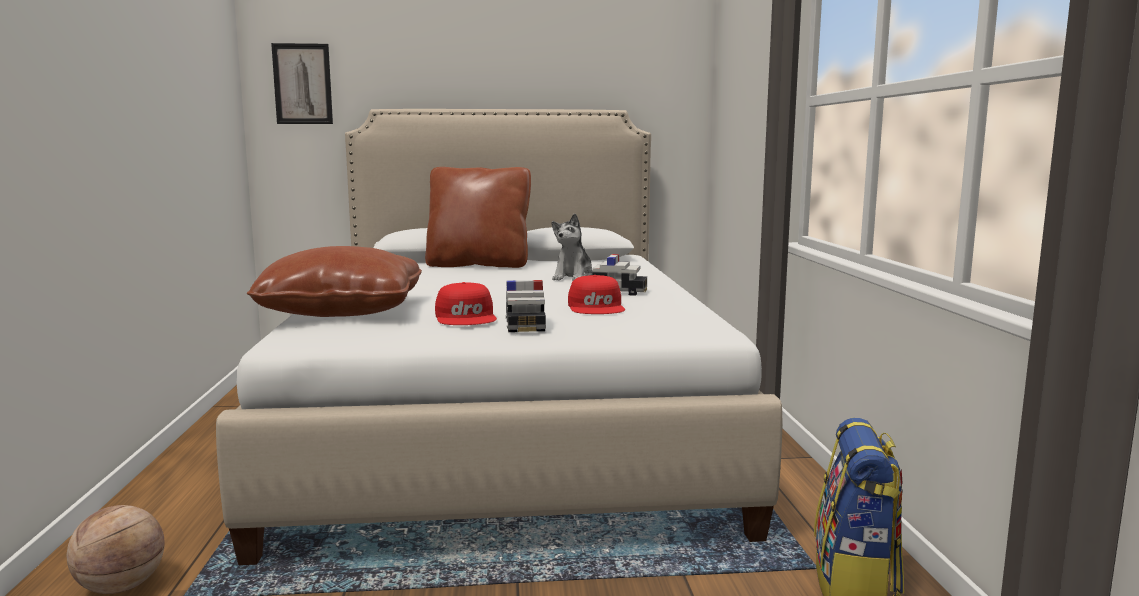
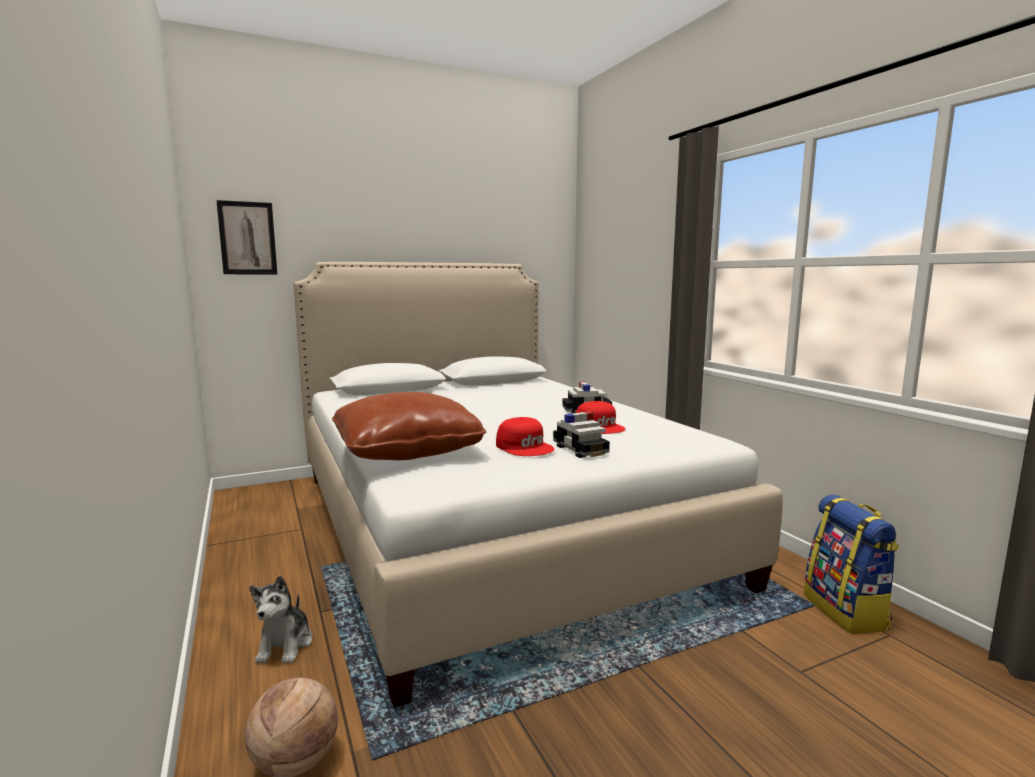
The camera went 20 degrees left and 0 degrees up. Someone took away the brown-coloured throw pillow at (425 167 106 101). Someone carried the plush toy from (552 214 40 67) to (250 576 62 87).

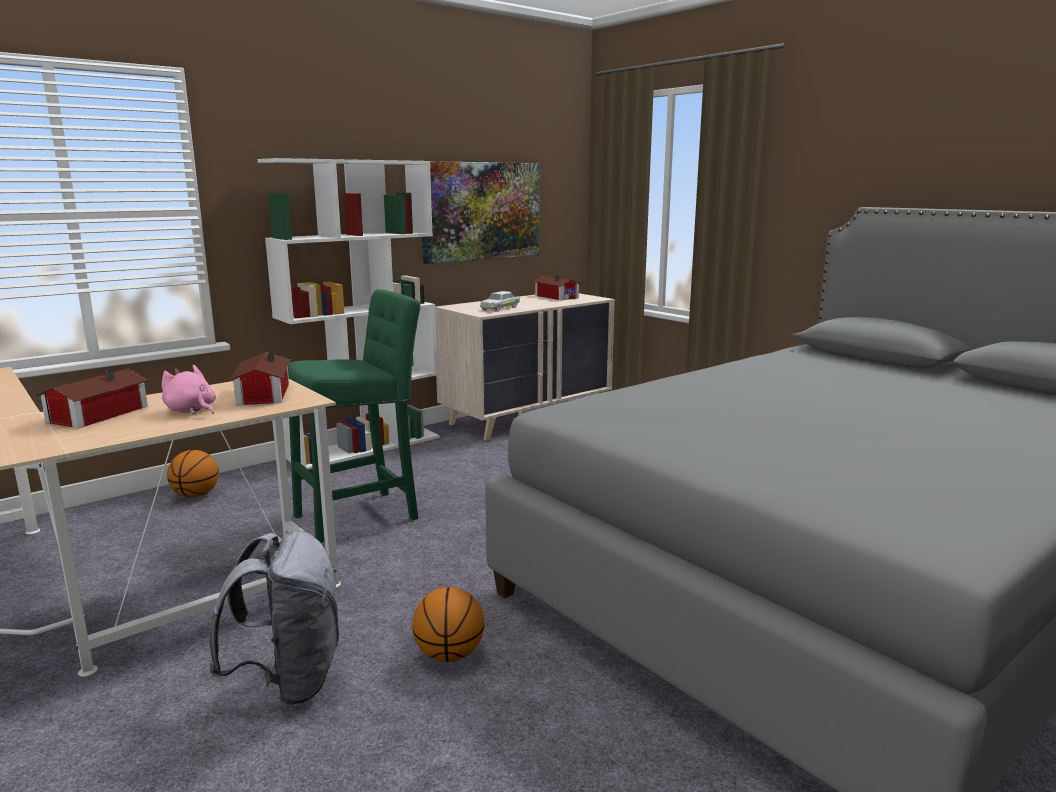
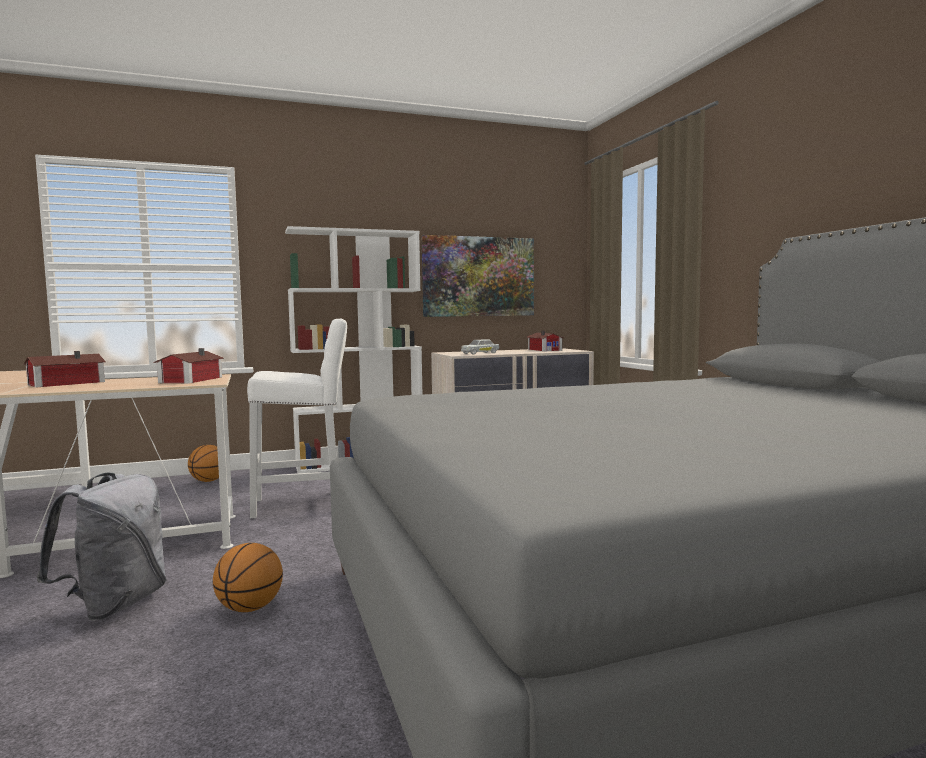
The camera went 20 degrees right and 10 degrees down. Someone took away the pink-coloured plush toy at (162 365 54 49). Someone repainted the green stool at (288 289 132 254), which became the white-coloured stool at (247 319 100 199).

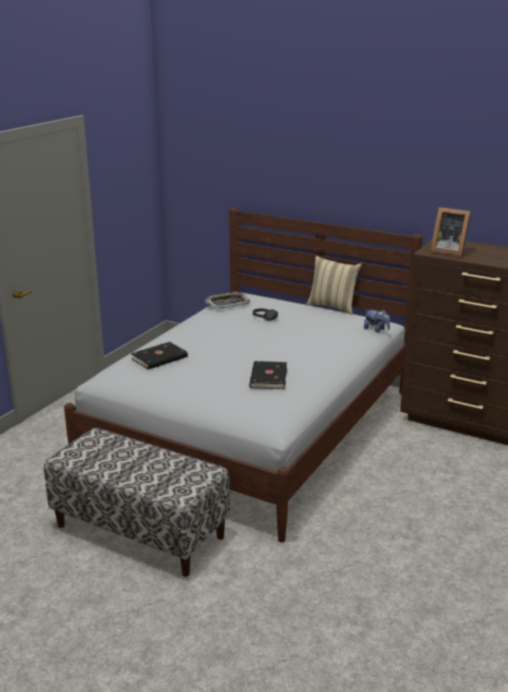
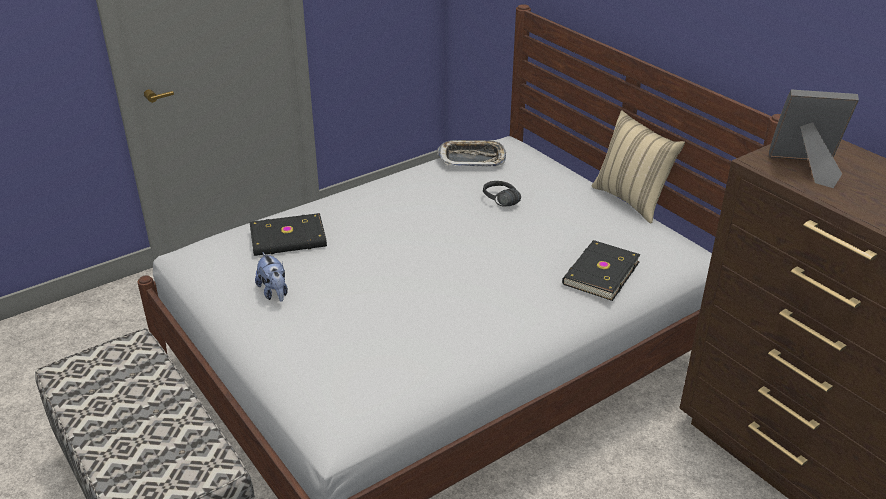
The camera went 25 degrees right and 10 degrees up. Someone carried the black-coloured bound book from (249 361 38 28) to (562 240 79 61). Someone carried the plush toy from (364 309 26 24) to (255 252 33 50). Someone rotated the standing frame at (431 207 40 49) by 135 degrees clockwise.

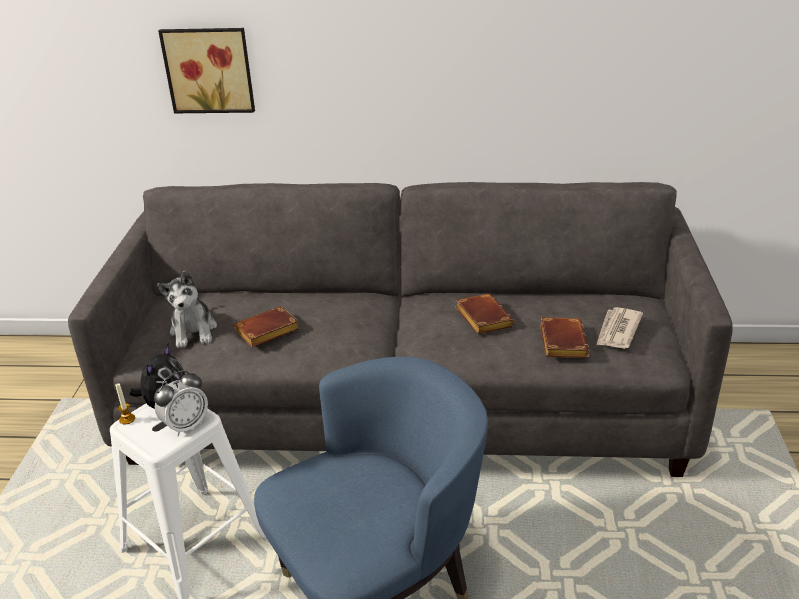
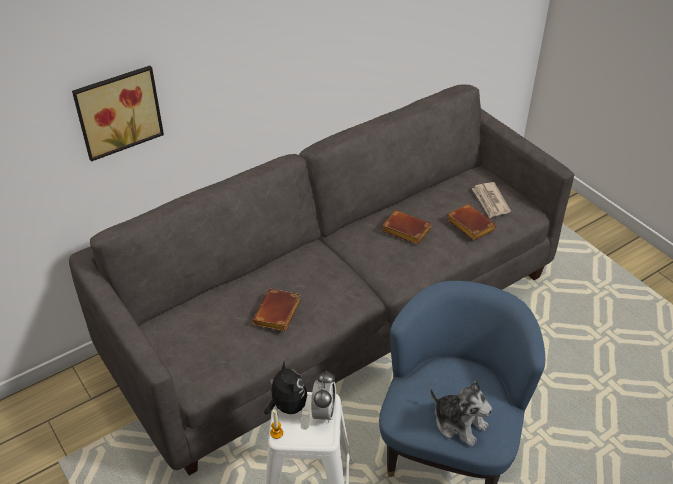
The camera went 40 degrees left and 10 degrees up. Someone carried the plush toy from (157 270 60 78) to (430 381 62 65).

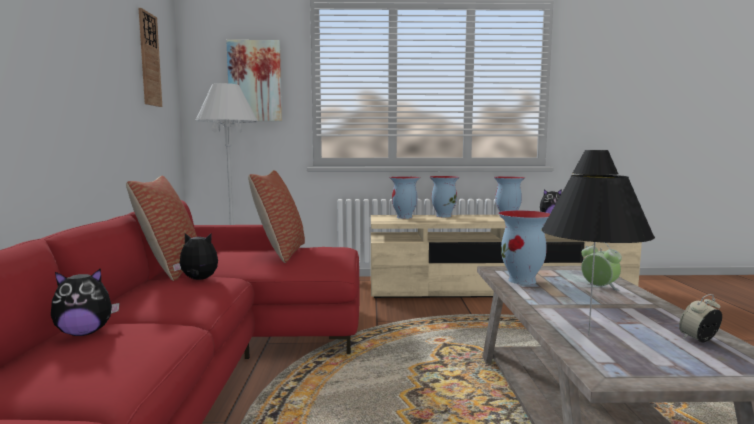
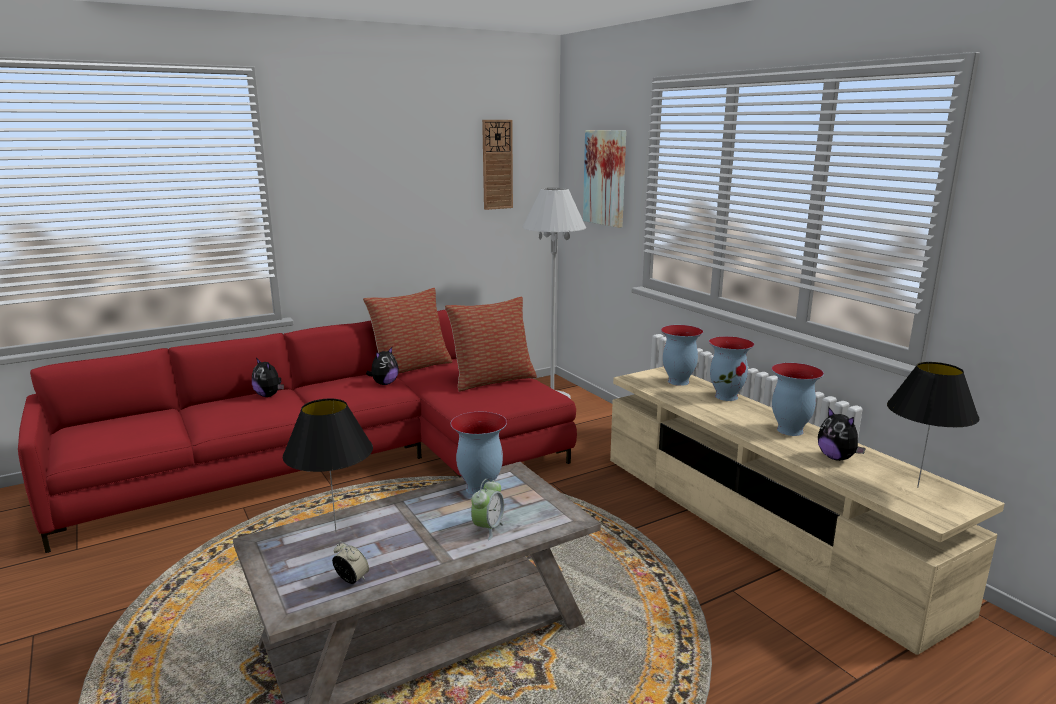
The camera went 60 degrees right and 10 degrees up. Someone rotated the plush toy at (173 233 45 47) by 60 degrees clockwise.

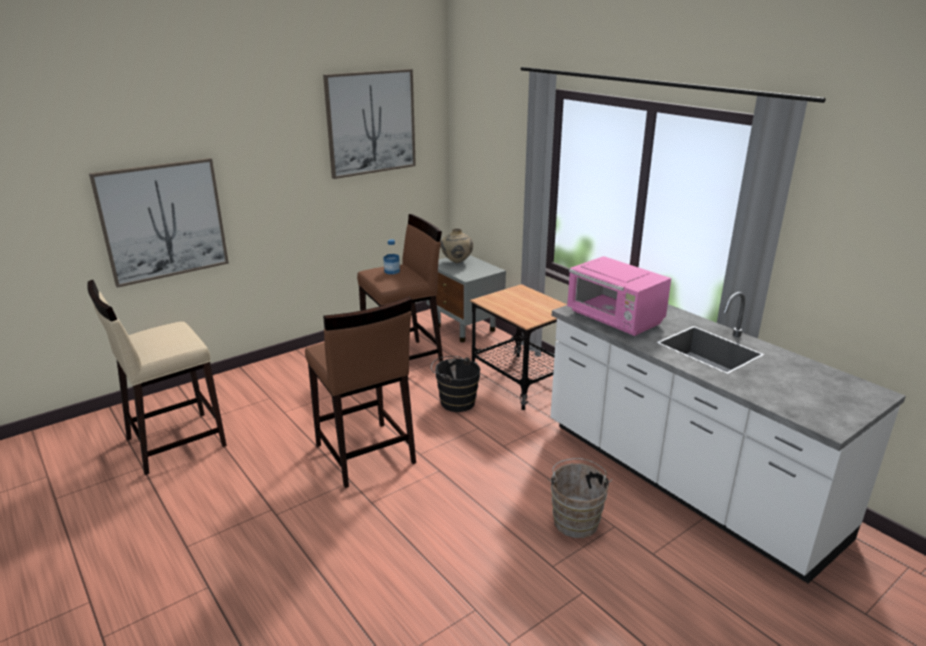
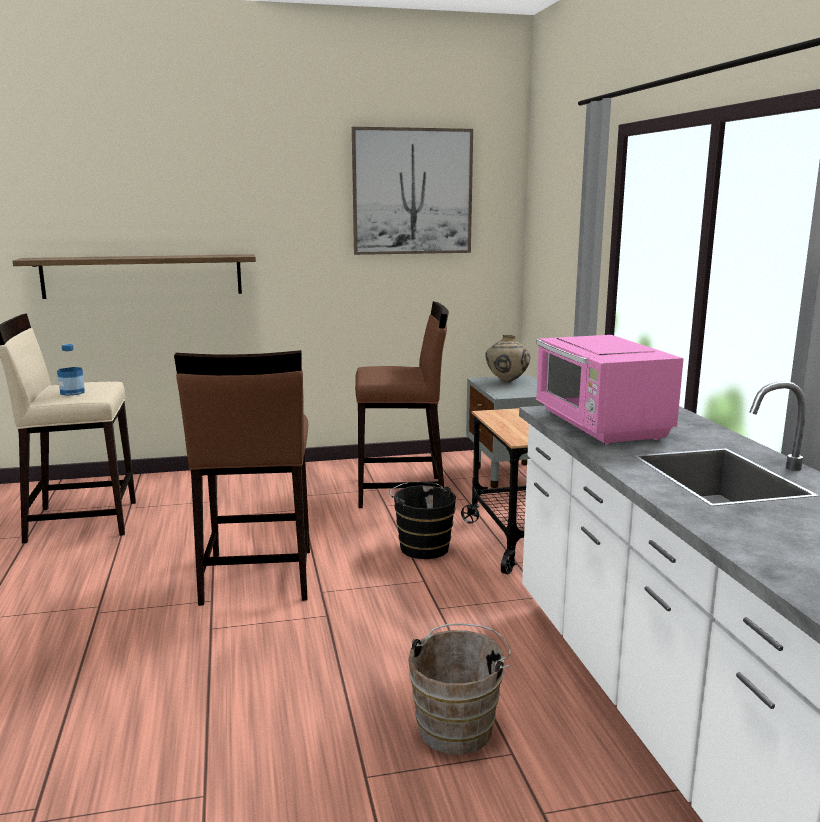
The camera went 25 degrees right and 10 degrees down. Someone swapped the wall art at (89 158 140 130) for the shelf at (13 254 243 45). Someone carried the beverage bottle from (383 239 17 35) to (57 344 28 52).

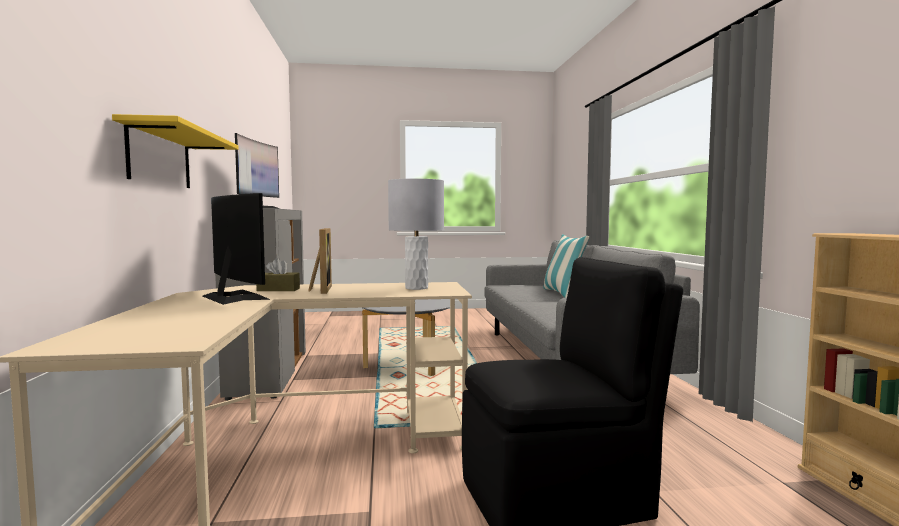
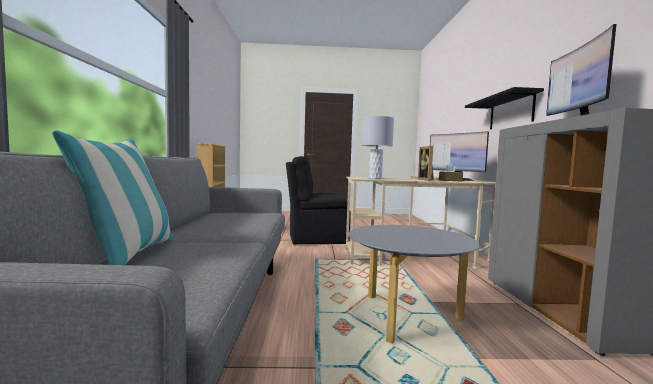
The camera went 175 degrees left and 0 degrees up. Someone repainted the yellowish shelf at (112 114 127 74), which became the black-coloured shelf at (465 87 79 42).

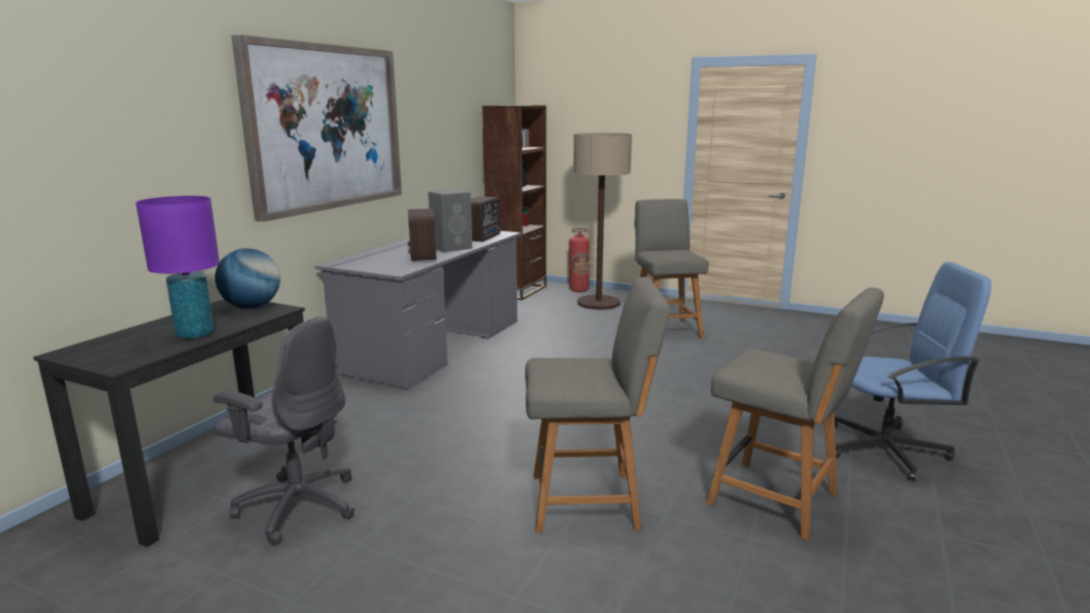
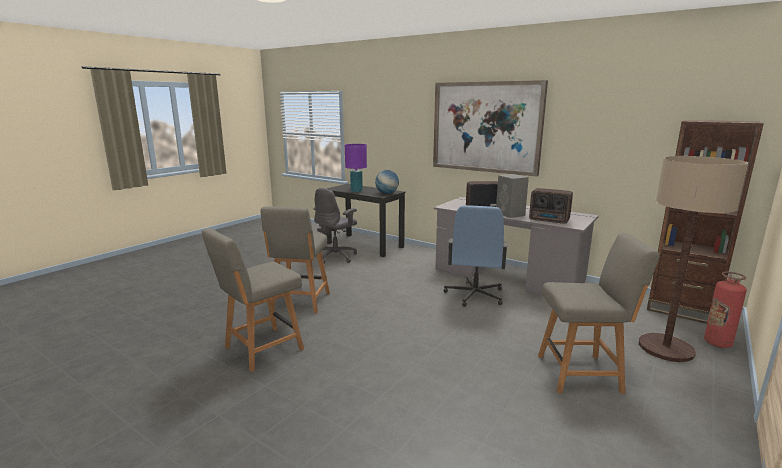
The camera went 100 degrees right and 0 degrees up. Someone carried the blue desk chair from (835 262 156 219) to (444 205 64 102).

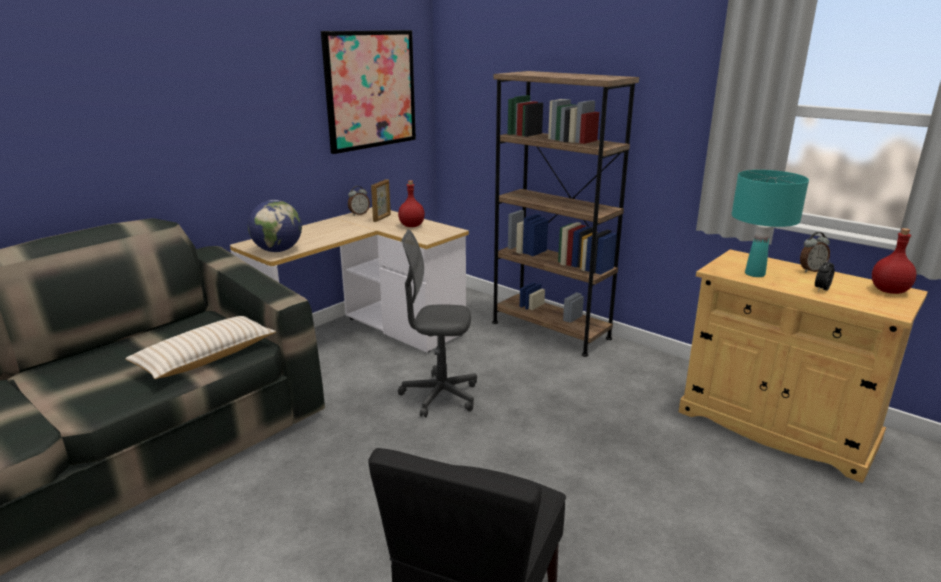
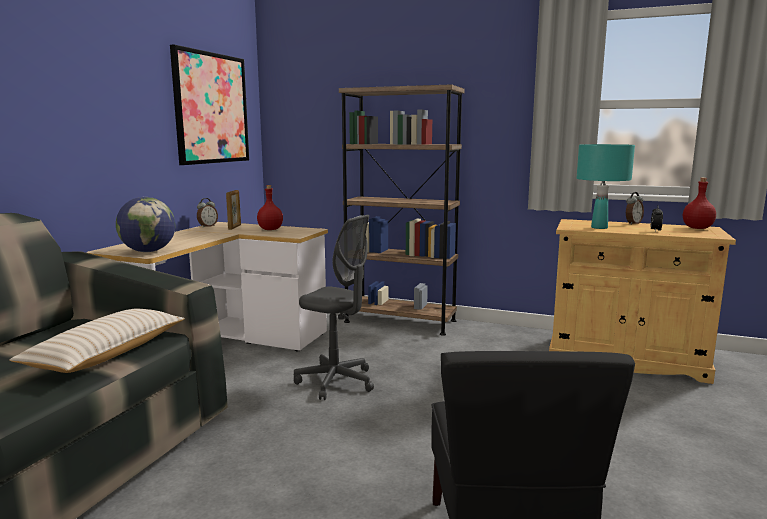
The camera went 20 degrees left and 10 degrees down. Someone rotated the greyish desk chair at (398 230 79 187) by 135 degrees counterclockwise.

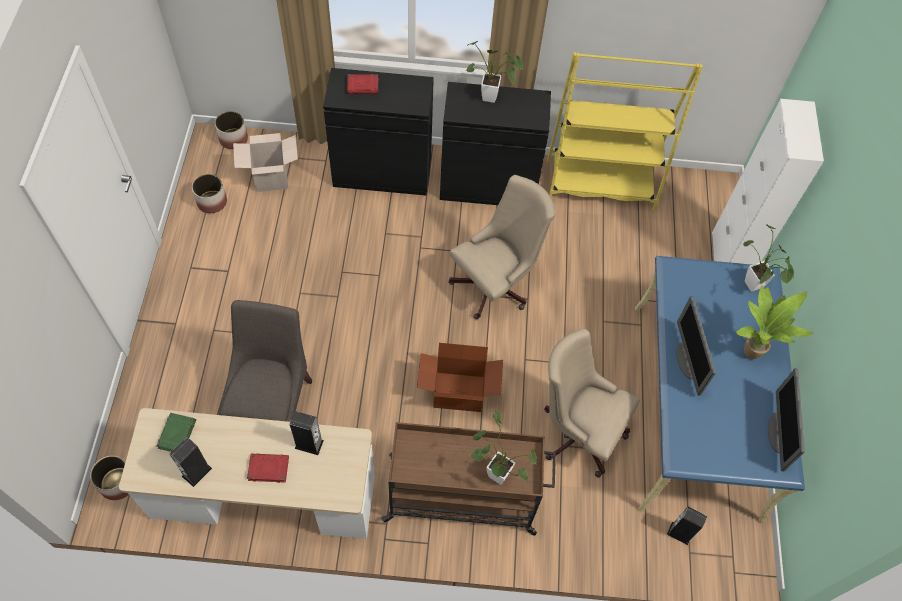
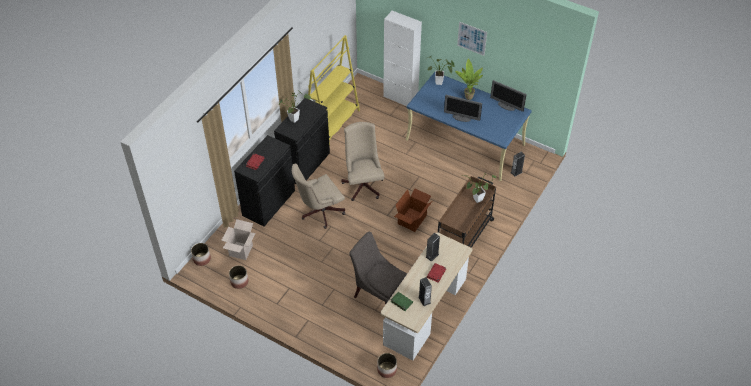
The camera went 60 degrees left and 10 degrees down. Someone carried the beige-coloured desk chair from (544 328 96 150) to (292 163 53 66). Someone put up the wall art at (457 22 30 34).

